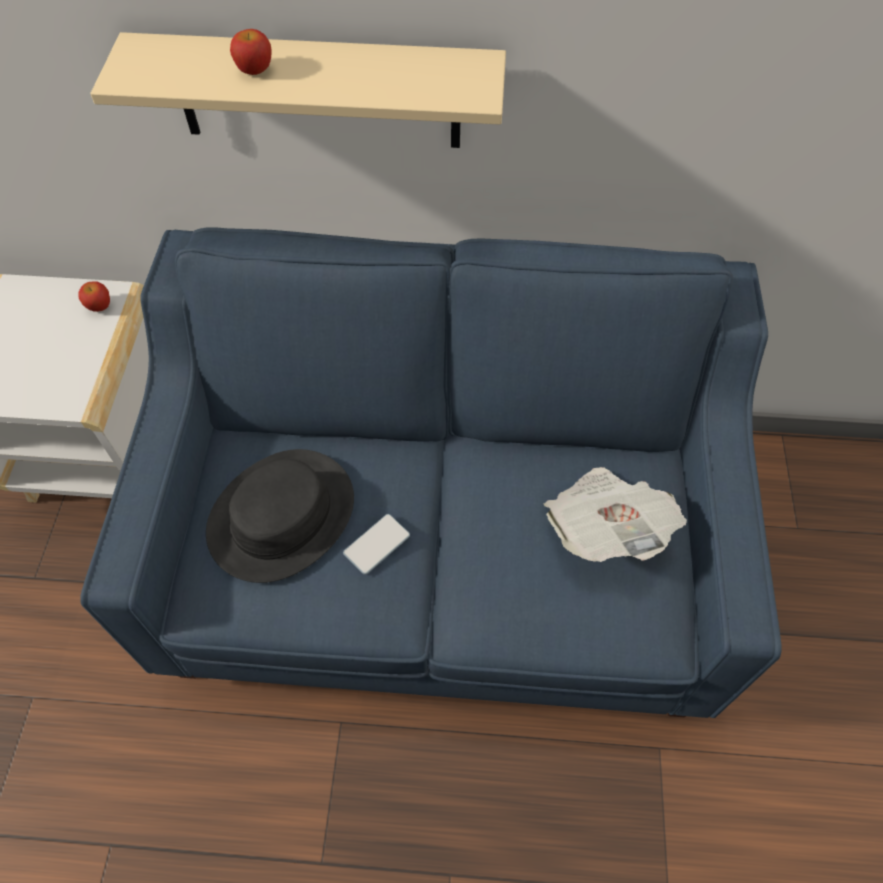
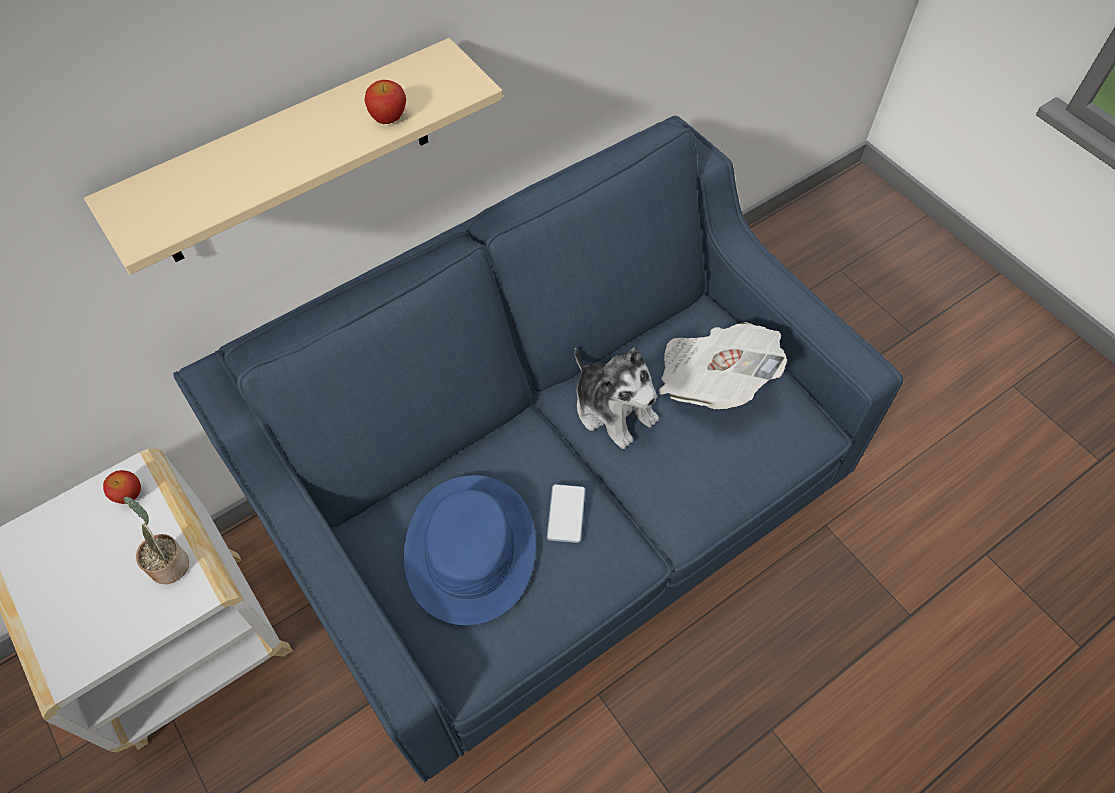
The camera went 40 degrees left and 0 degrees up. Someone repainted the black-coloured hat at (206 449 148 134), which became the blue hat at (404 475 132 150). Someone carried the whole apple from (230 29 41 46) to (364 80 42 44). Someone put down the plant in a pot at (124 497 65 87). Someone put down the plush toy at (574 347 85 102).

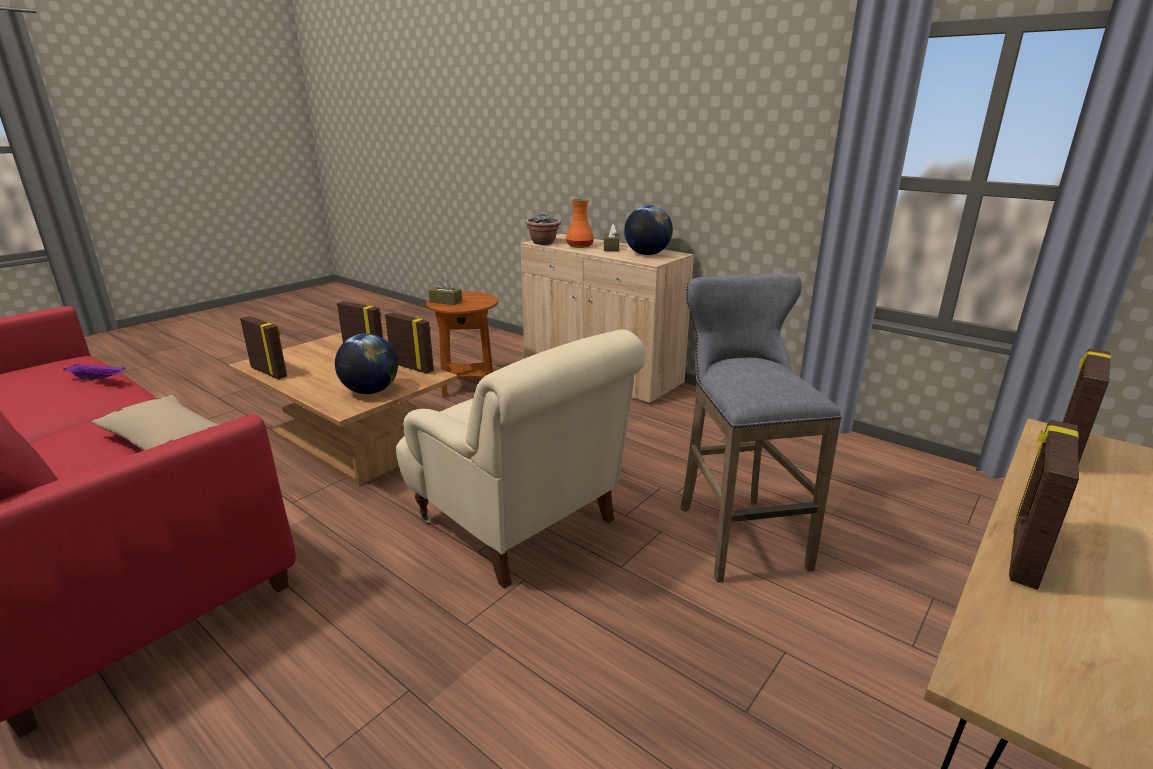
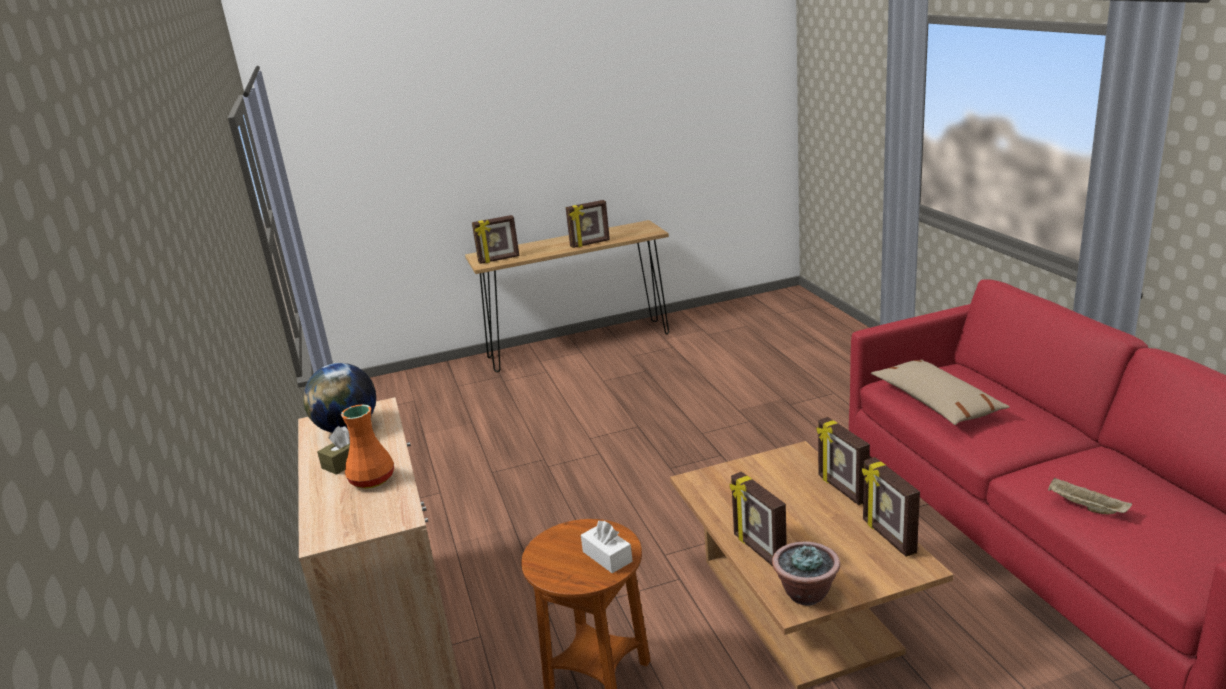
The camera went 145 degrees left and 0 degrees up. Someone repainted the purple serving tray at (63 363 62 18), which became the beige-coloured serving tray at (1048 478 84 36). Someone took away the globe at (335 334 63 60). Someone carried the standing frame from (385 312 49 62) to (816 417 54 88). Someone took away the beige-coloured armchair at (396 329 249 260). Someone repainted the brown-coloured tissue box at (428 278 34 27), which became the white-coloured tissue box at (581 521 51 52). Someone carried the plant in a pot from (525 214 36 31) to (772 541 68 65). Someone took away the greyish stool at (680 273 162 310).

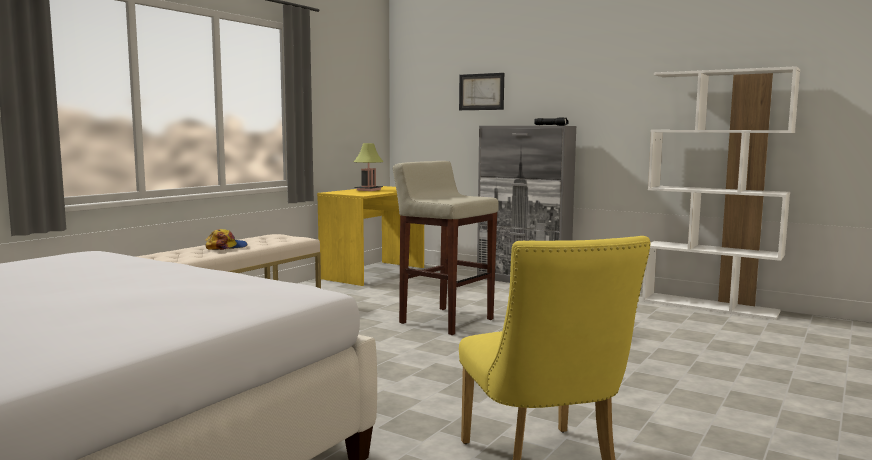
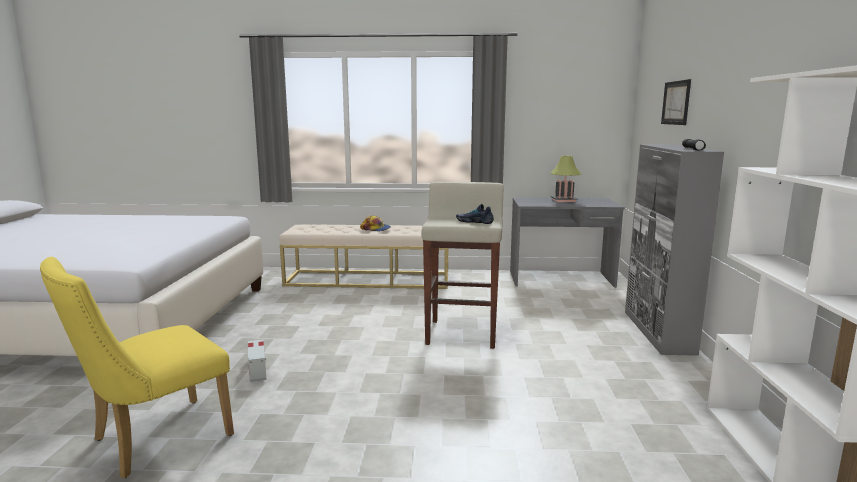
The camera went 60 degrees right and 5 degrees up. Someone repainted the yellowish desk unit at (317 186 107 100), which became the greyish desk unit at (510 198 115 90). Someone put down the toy lorry at (248 339 18 43). Someone put down the low shoe at (456 204 38 20).

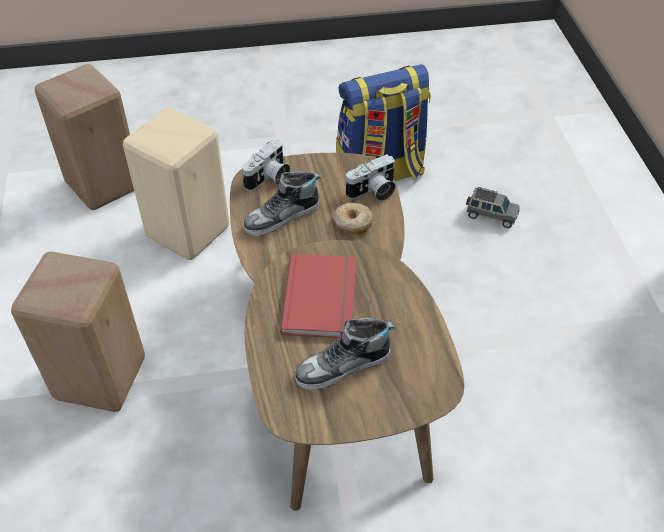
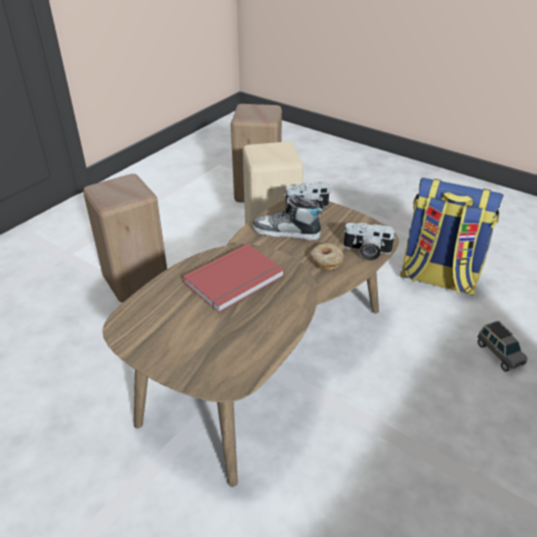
The camera went 45 degrees right and 10 degrees down. Someone took away the low shoe at (295 318 99 72).

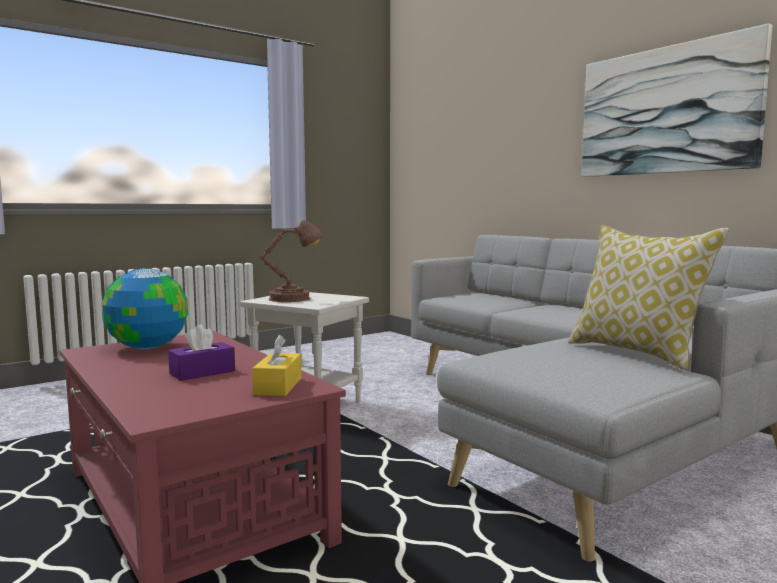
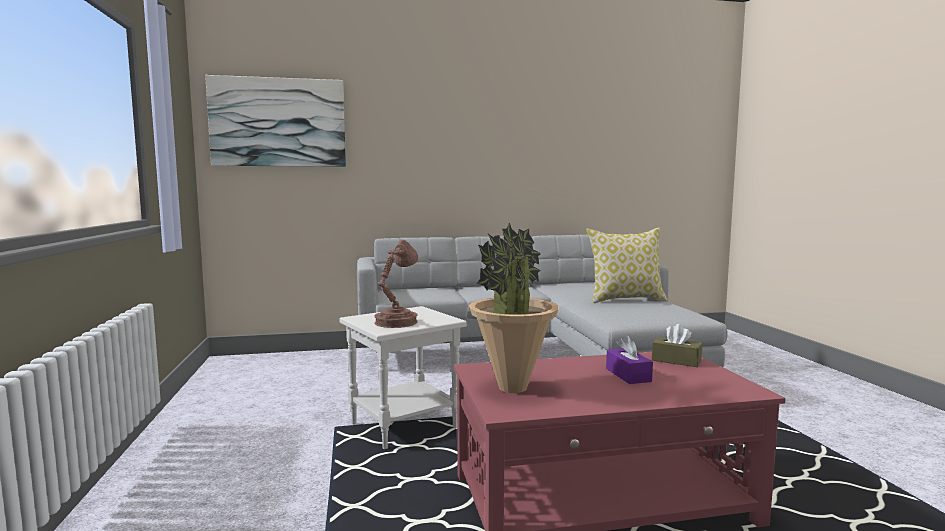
The camera went 65 degrees left and 0 degrees up. Someone swapped the globe at (102 269 86 80) for the plant in a pot at (469 222 90 171). Someone repainted the yellowish tissue box at (252 335 49 61), which became the brown-coloured tissue box at (652 324 50 43). Someone carried the wall art from (582 24 191 153) to (205 75 141 92).

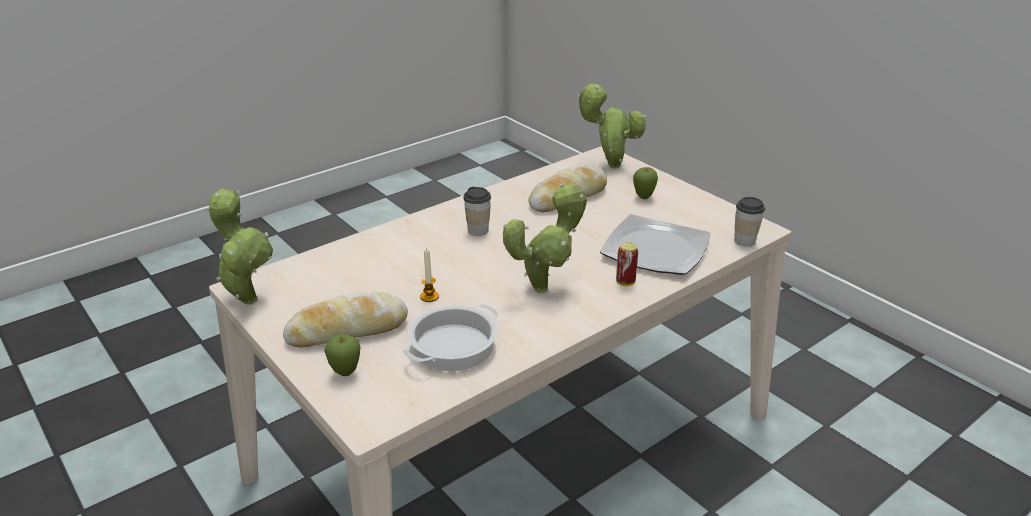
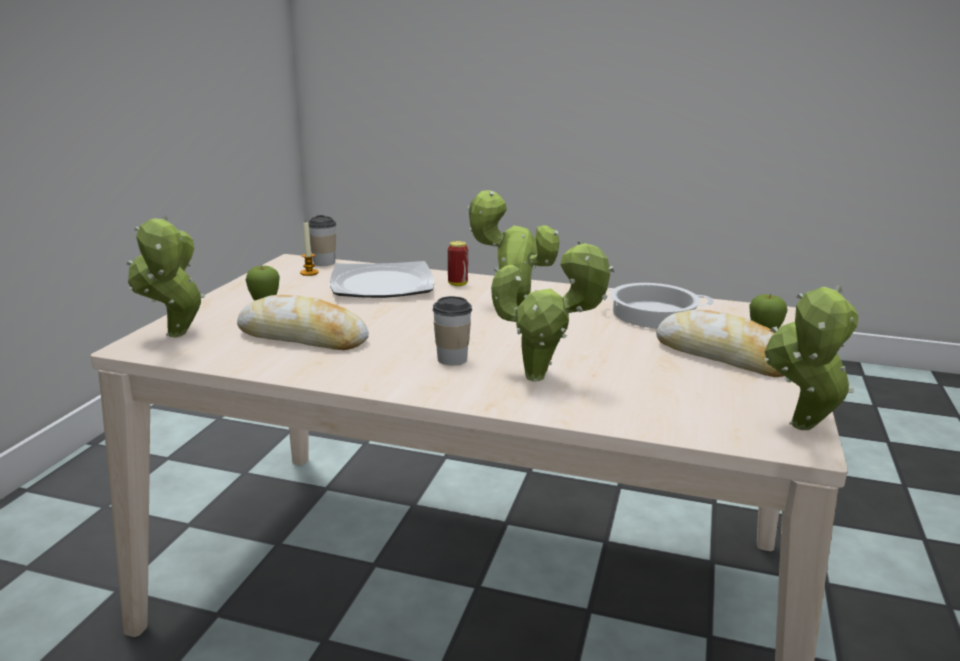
The camera went 125 degrees left and 10 degrees down. Someone carried the wax light from (420 248 19 54) to (300 222 19 54). Someone put down the plant in a pot at (491 239 123 143).

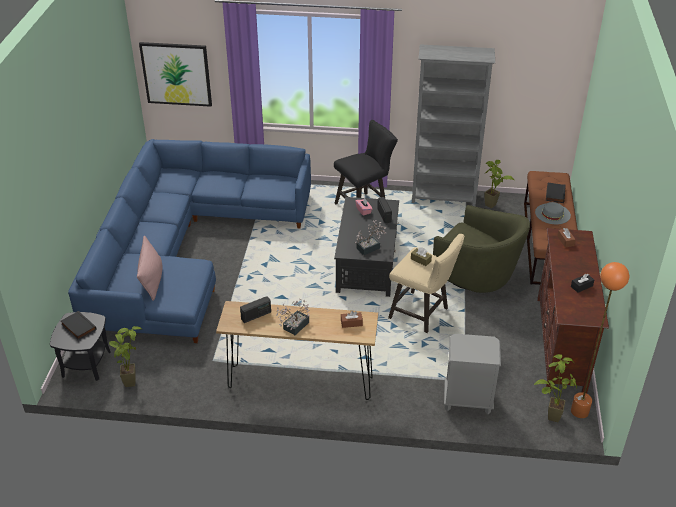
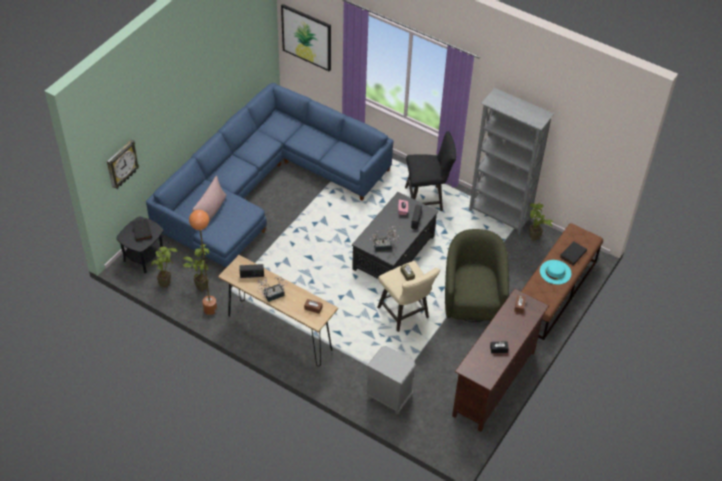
The camera went 25 degrees right and 10 degrees up. Someone rotated the green armchair at (433 205 97 88) by 150 degrees counterclockwise. Someone carried the plant in a pot from (534 354 43 68) to (182 244 27 48). Someone repainted the greyish hat at (535 202 36 22), which became the turquoise hat at (540 260 31 24). Someone carried the orange standard lamp from (571 262 58 156) to (189 210 28 105). Someone put up the wall clock at (107 139 32 50).

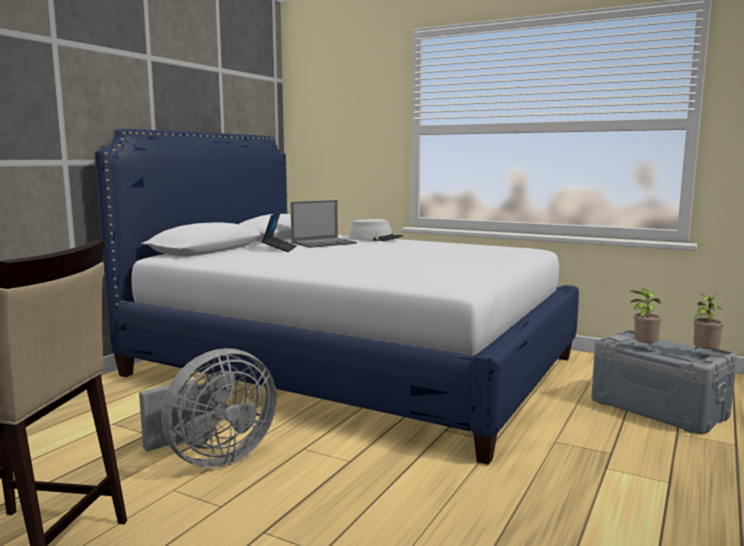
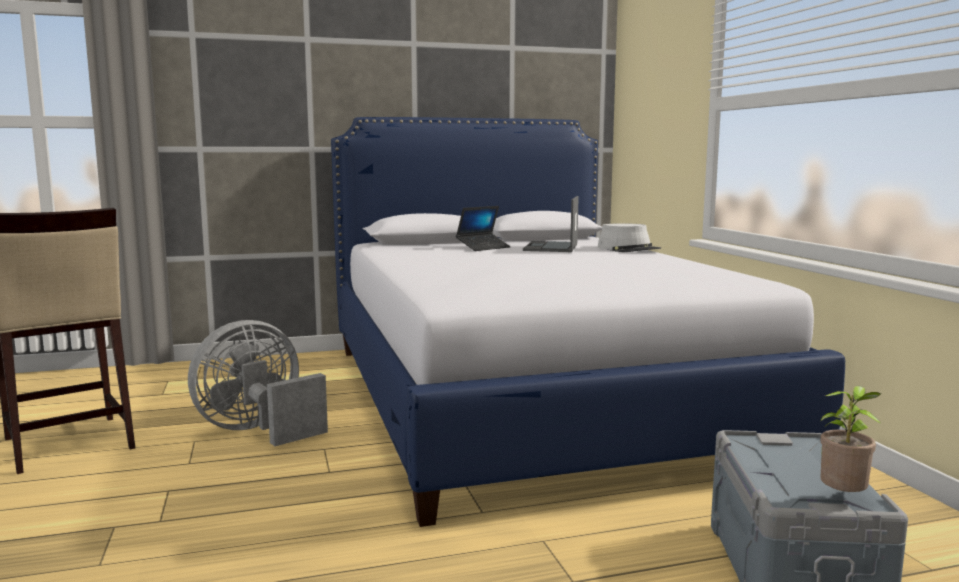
The camera went 45 degrees right and 0 degrees up. Someone rotated the greyish fan at (139 348 138 120) by 135 degrees clockwise. Someone rotated the portable computer at (290 200 67 48) by 90 degrees clockwise. Someone took away the plant in a pot at (629 289 33 56).

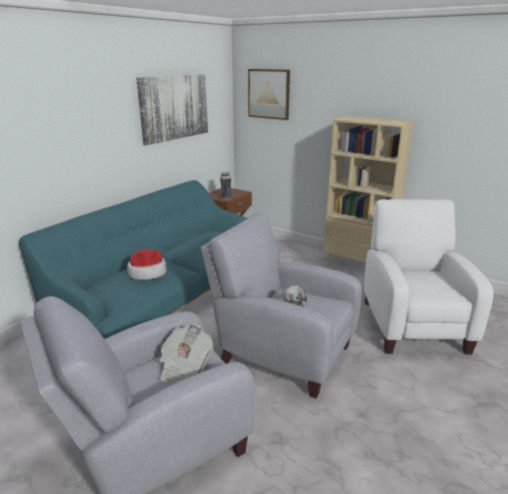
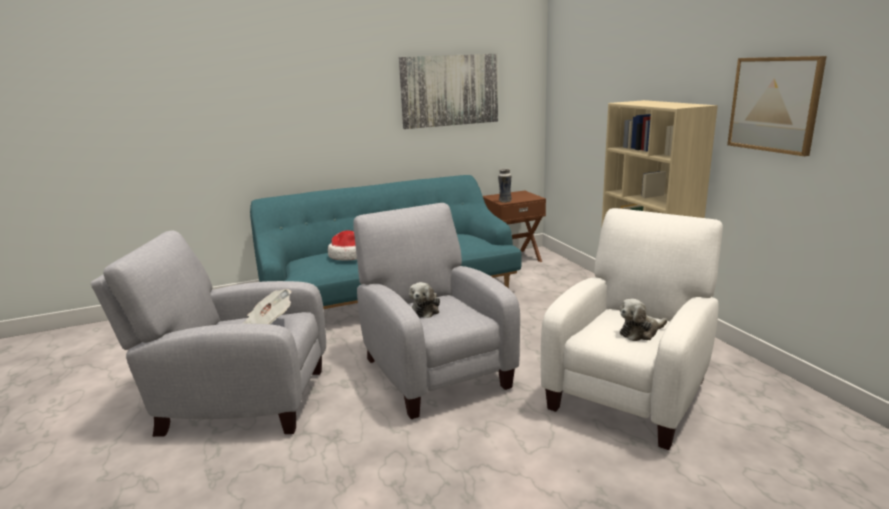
The camera went 35 degrees right and 5 degrees down. Someone carried the wall art from (248 69 42 51) to (727 56 100 100). Someone put down the plush toy at (620 299 47 42).

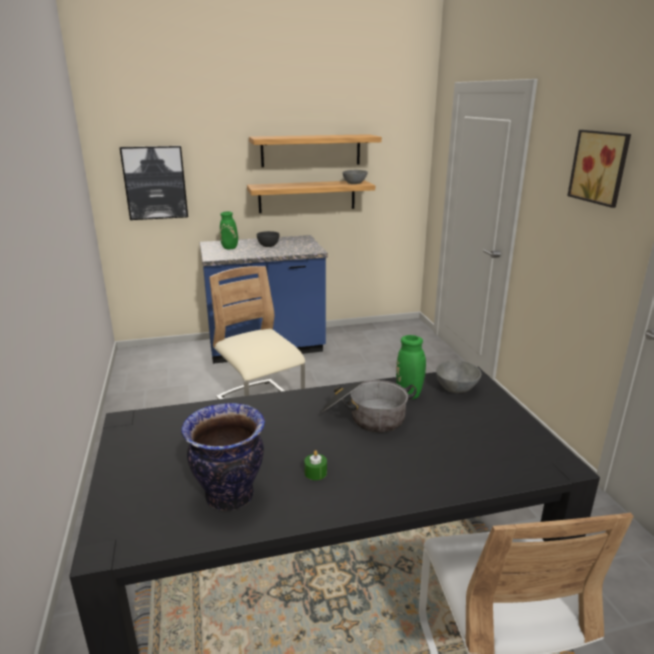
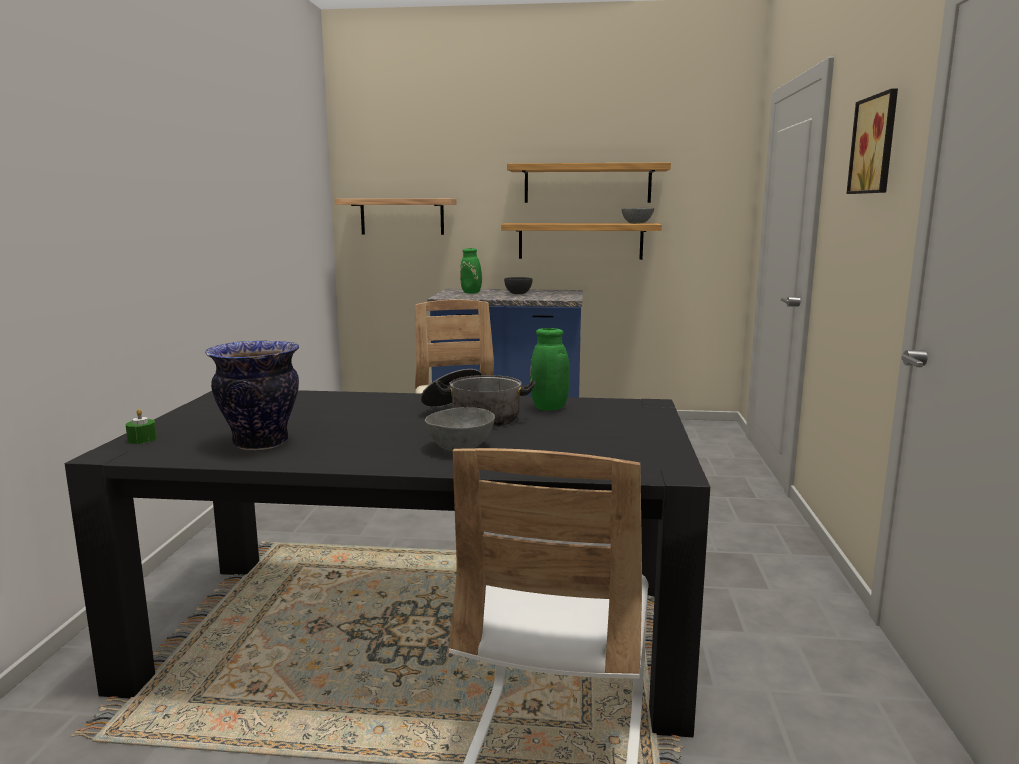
The camera went 20 degrees right and 10 degrees down. Someone swapped the wall art at (120 146 68 74) for the shelf at (335 199 121 36). Someone carried the green wax light from (304 450 23 30) to (126 409 31 35). Someone carried the greyish bowl from (436 360 45 33) to (425 407 70 44).

